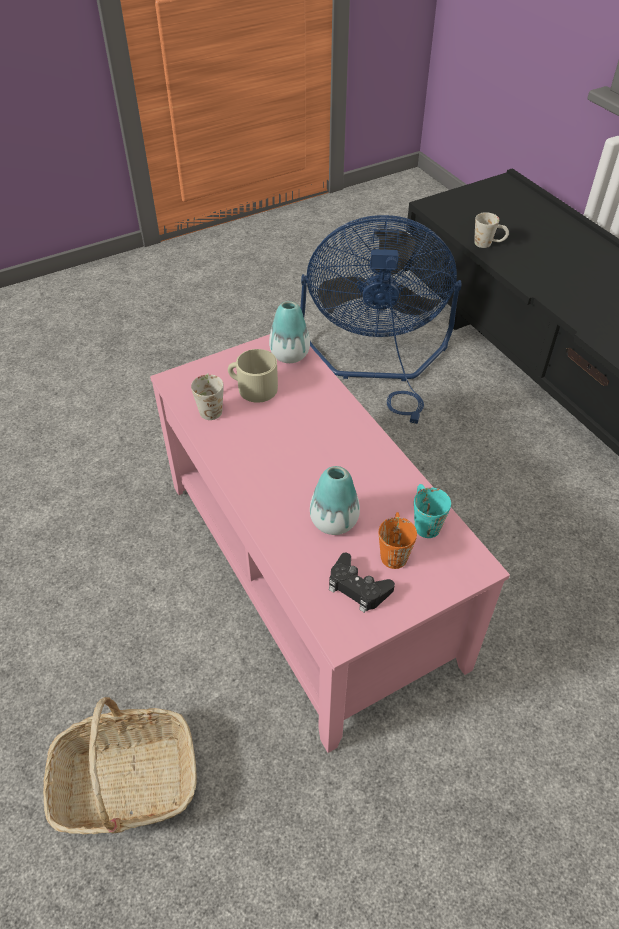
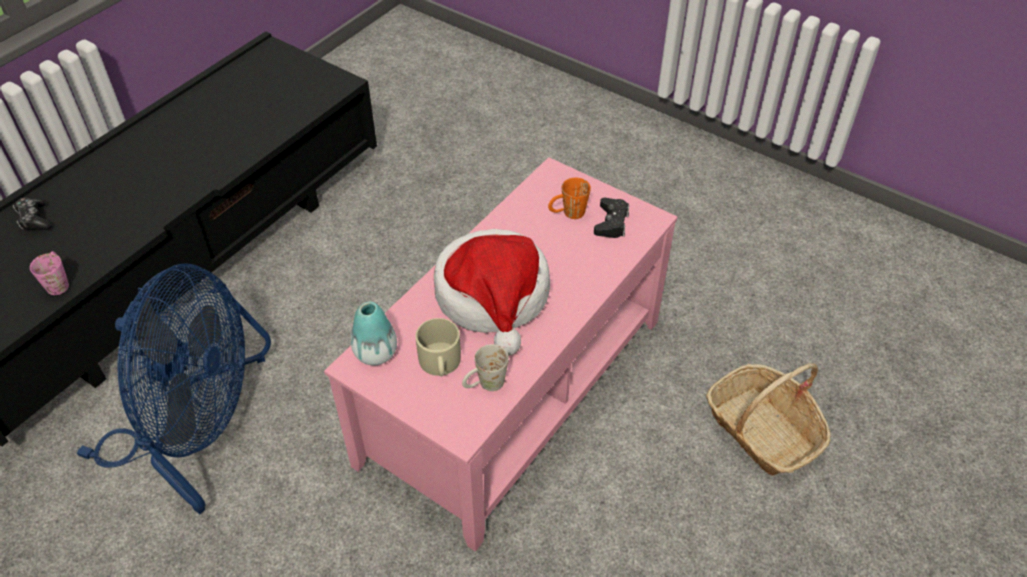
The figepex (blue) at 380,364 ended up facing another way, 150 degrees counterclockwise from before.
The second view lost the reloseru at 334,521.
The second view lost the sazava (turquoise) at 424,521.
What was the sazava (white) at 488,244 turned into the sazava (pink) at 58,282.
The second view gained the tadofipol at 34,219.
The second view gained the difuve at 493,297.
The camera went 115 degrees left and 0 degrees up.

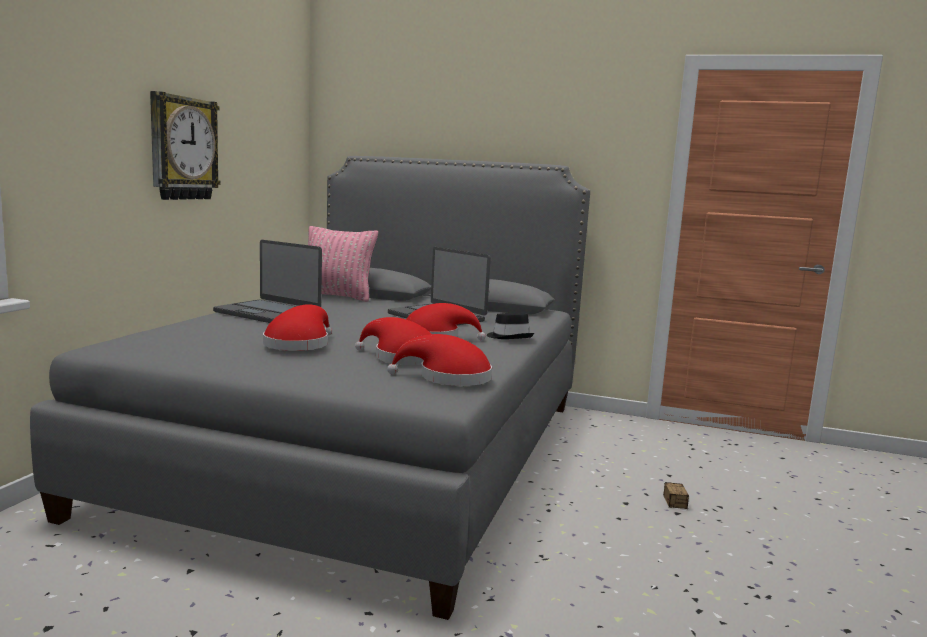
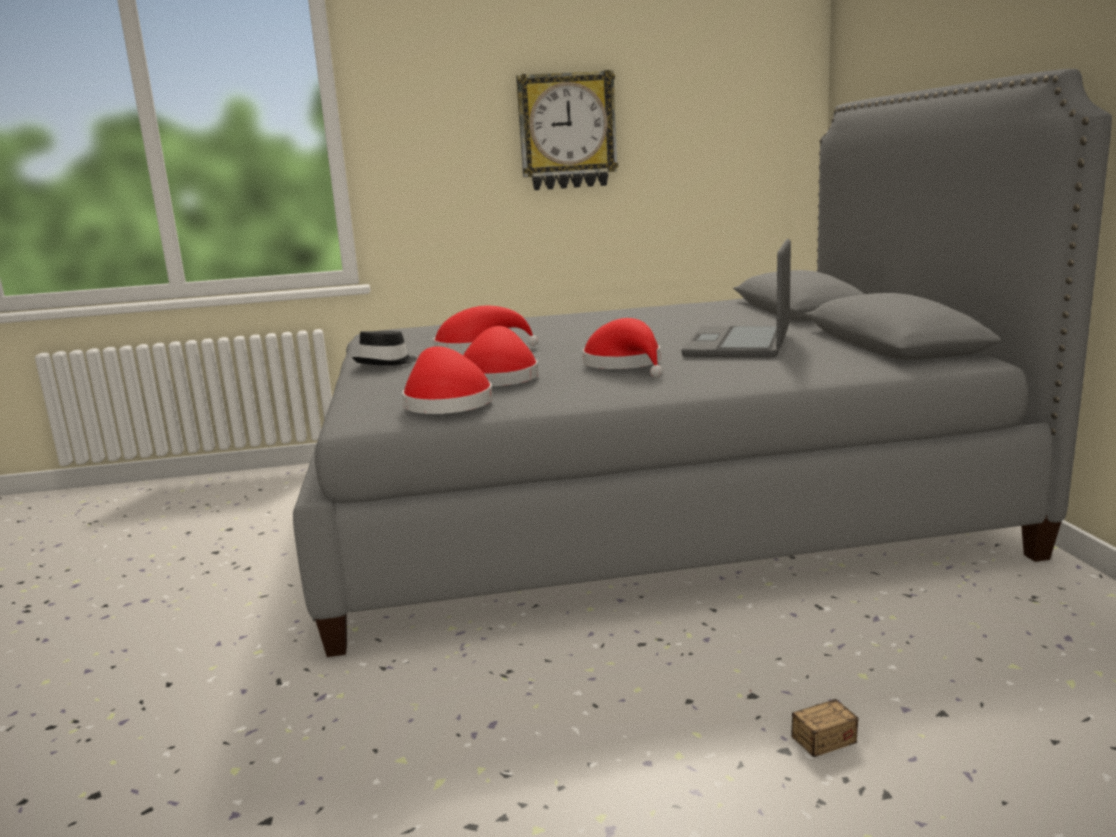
The second view lost the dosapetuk at 268,313.
The second view lost the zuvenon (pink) at 337,297.
The difuve (black) ended up elsewhere, having gone from 509,337 to 387,362.
The camera went 65 degrees right and 5 degrees up.

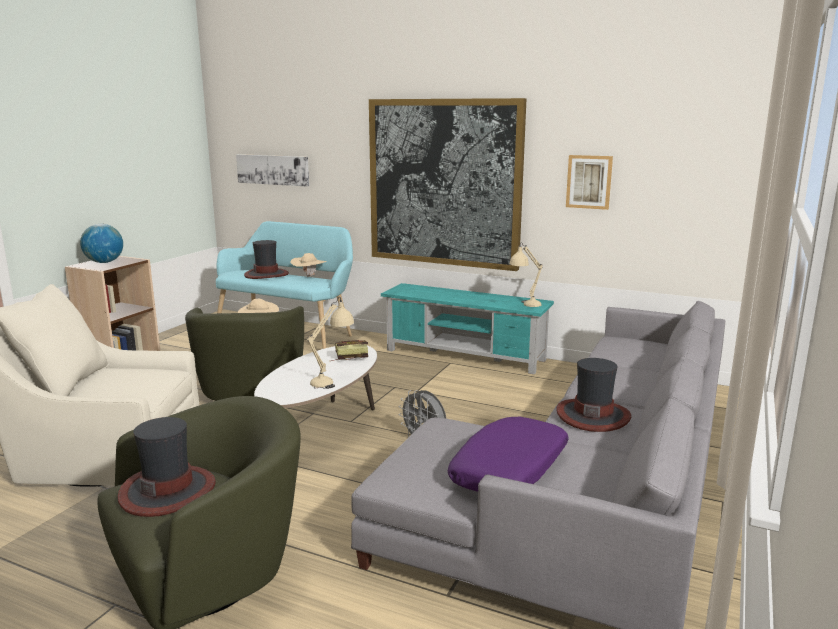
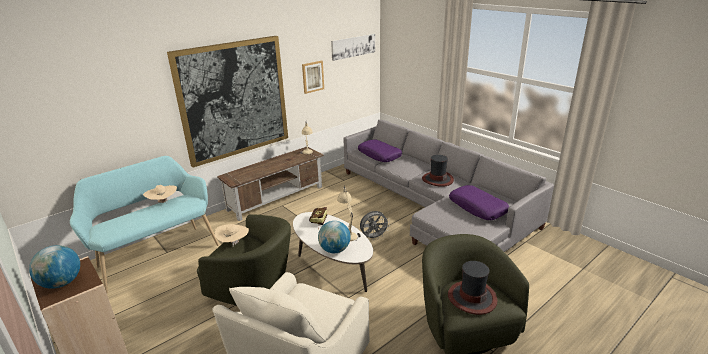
The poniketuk ended up elsewhere, having gone from 273,169 to 353,46.
The second view lost the difuve at 266,274.
What was the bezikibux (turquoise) at 464,355 turned into the bezikibux (brown) at 276,198.
The second view gained the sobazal at 334,250.
The second view gained the zuvenon (purple) at 379,155.
The camera went 65 degrees left and 10 degrees up.

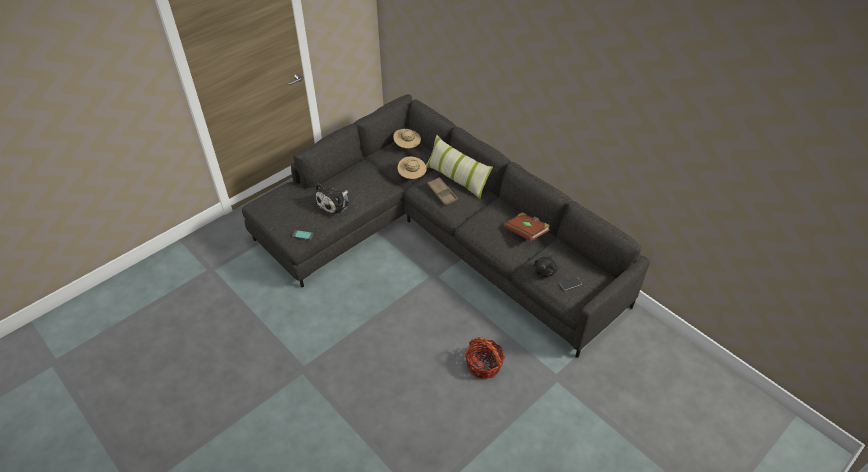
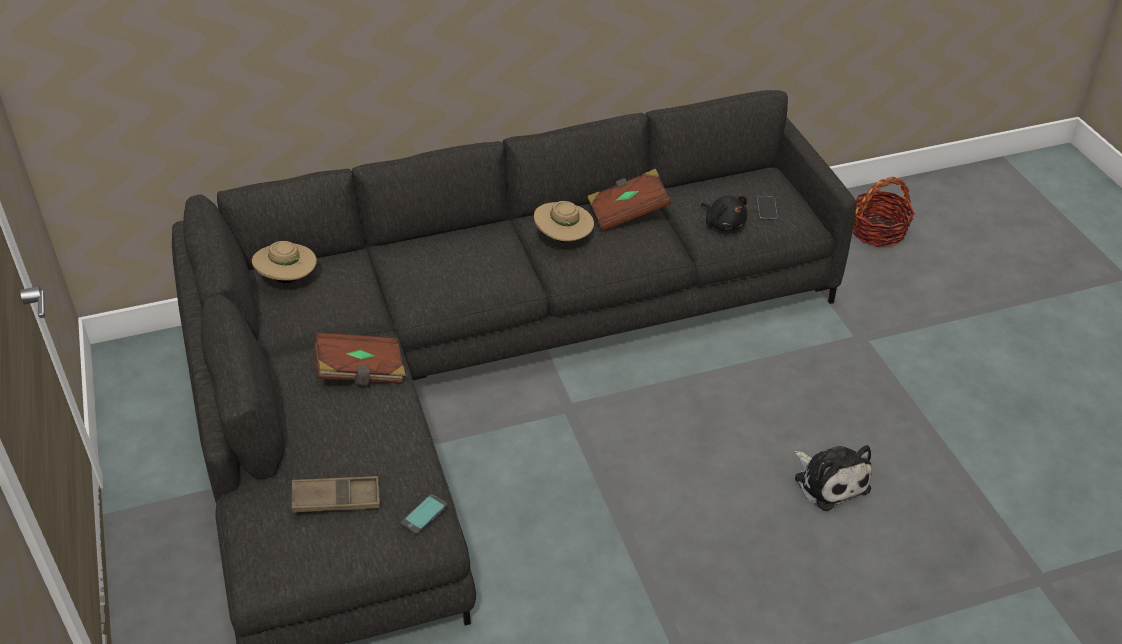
The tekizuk ended up elsewhere, having gone from 334,203 to 829,481.
The difuve (beige) ended up elsewhere, having gone from 412,176 to 564,239.
The second view lost the zuvenon at 457,178.
The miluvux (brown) ended up elsewhere, having gone from 442,193 to 336,499.
The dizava ended up elsewhere, having gone from 484,365 to 878,231.
The second view gained the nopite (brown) at 361,372.
The camera went 65 degrees left and 5 degrees down.

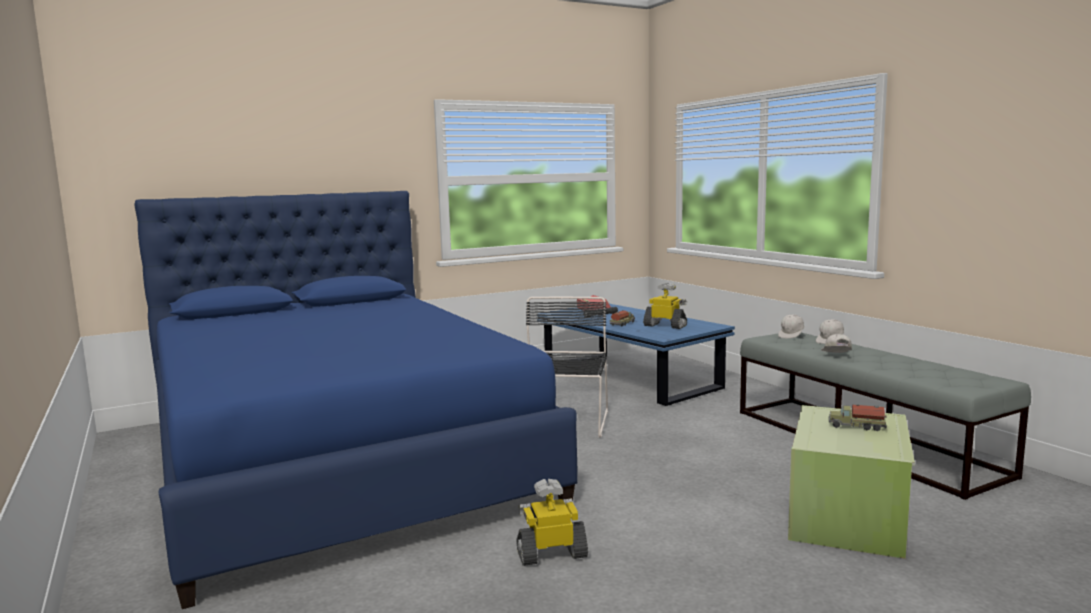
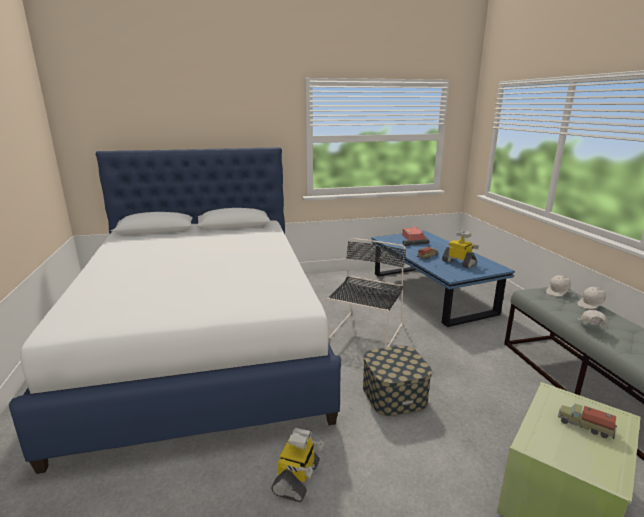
What was the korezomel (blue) at 337,458 turned into the korezomel (white) at 203,340.
The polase at 551,553 ended up facing another way, 105 degrees clockwise from before.
The second view gained the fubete at 394,394.
The camera went 15 degrees right and 10 degrees up.

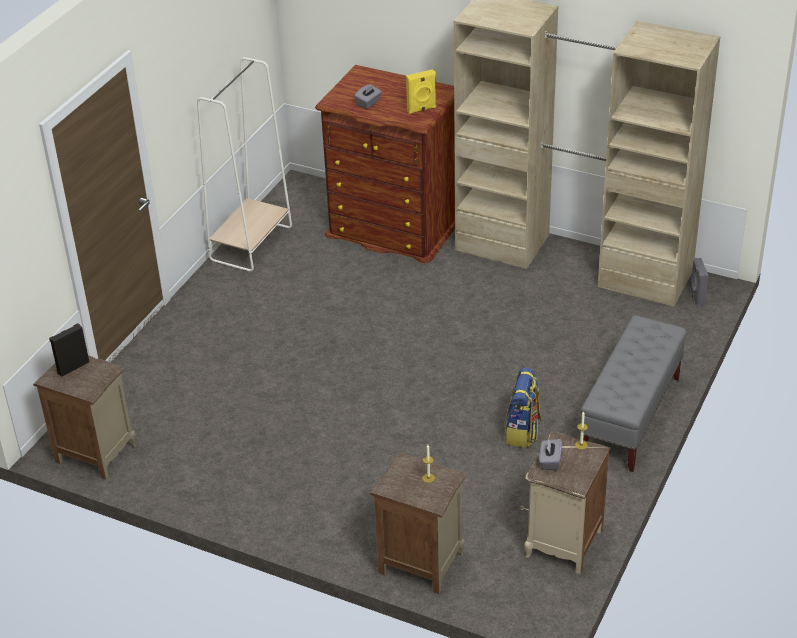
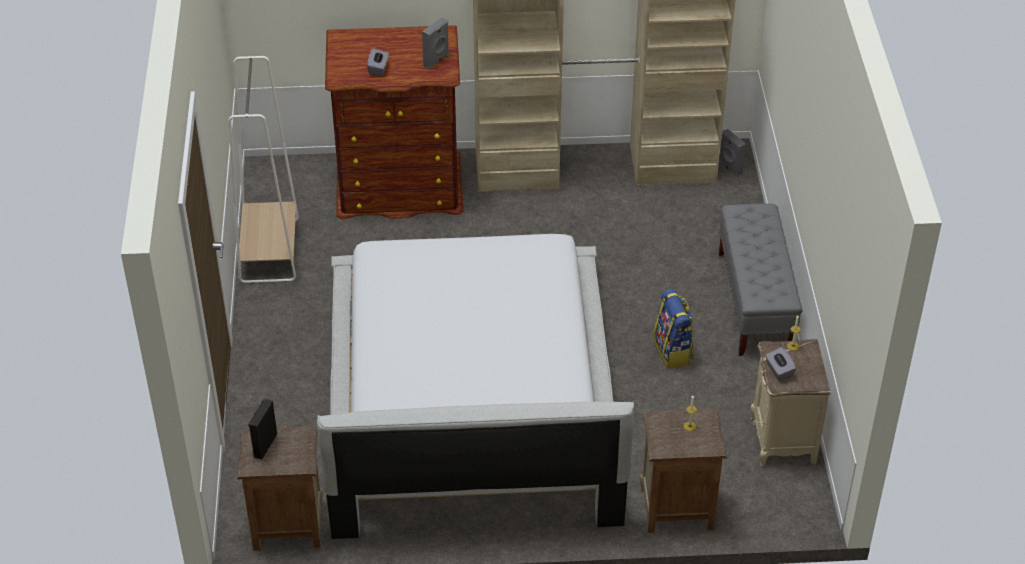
What was the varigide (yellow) at 422,109 turned into the varigide (grey) at 437,60.
The second view gained the korezomel (white) at 471,397.
The camera went 30 degrees left and 5 degrees up.

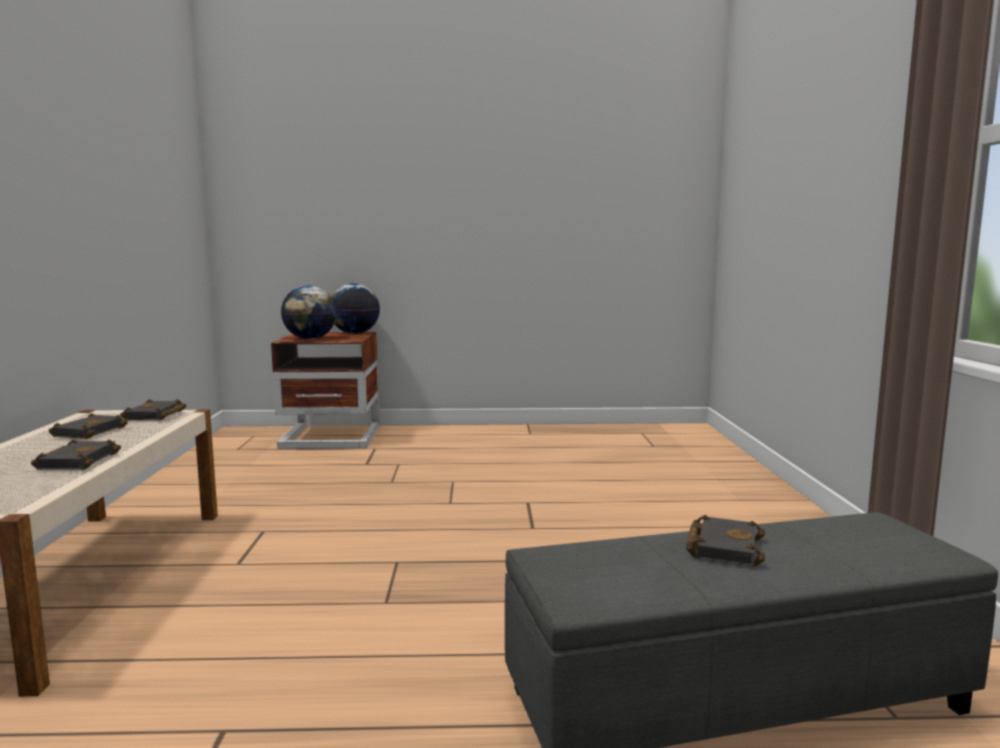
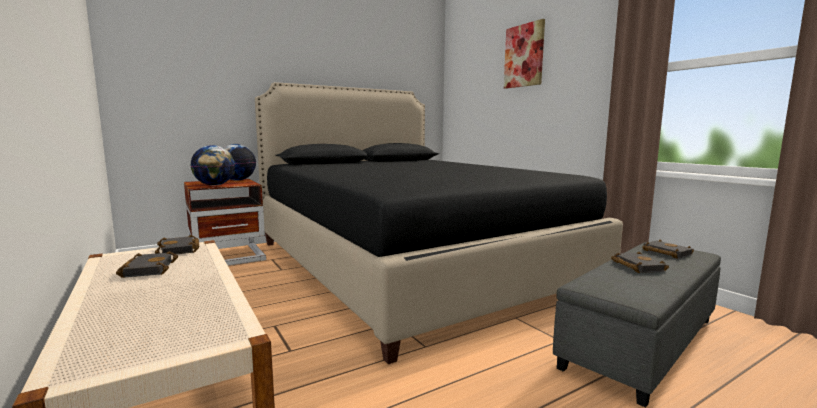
The nopite (black) ended up elsewhere, having gone from 76,461 to 665,252.
The second view gained the korezomel (black) at 409,264.
The second view gained the poniketuk at 524,55.
The camera went 30 degrees left and 0 degrees up.

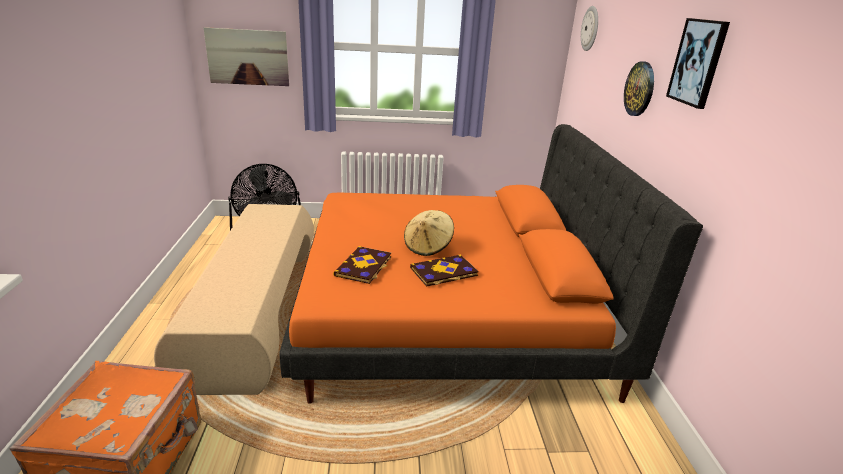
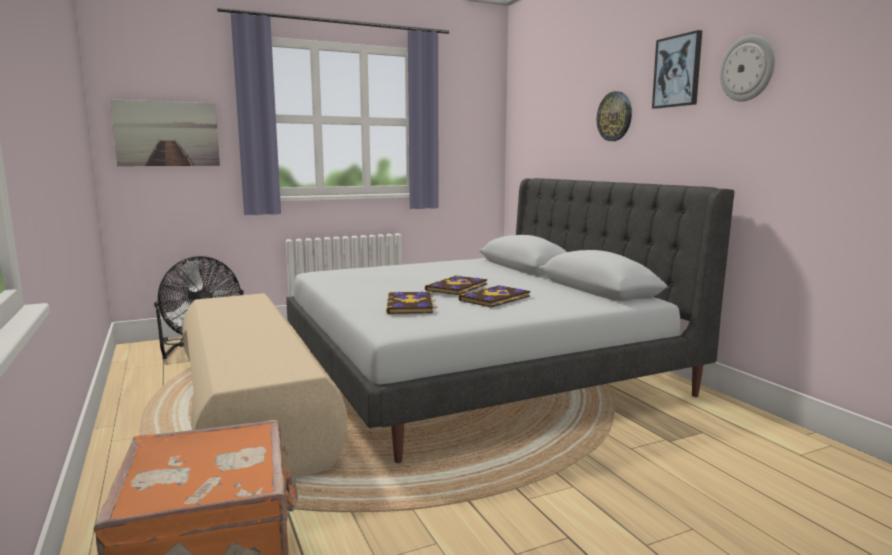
What was the korezomel (orange) at 450,309 turned into the korezomel (grey) at 478,368.
Where the difuve (beige) stood at 428,246, the nopite came to stand at 458,287.
The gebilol ended up elsewhere, having gone from 590,28 to 747,69.
The camera went 20 degrees left and 15 degrees down.

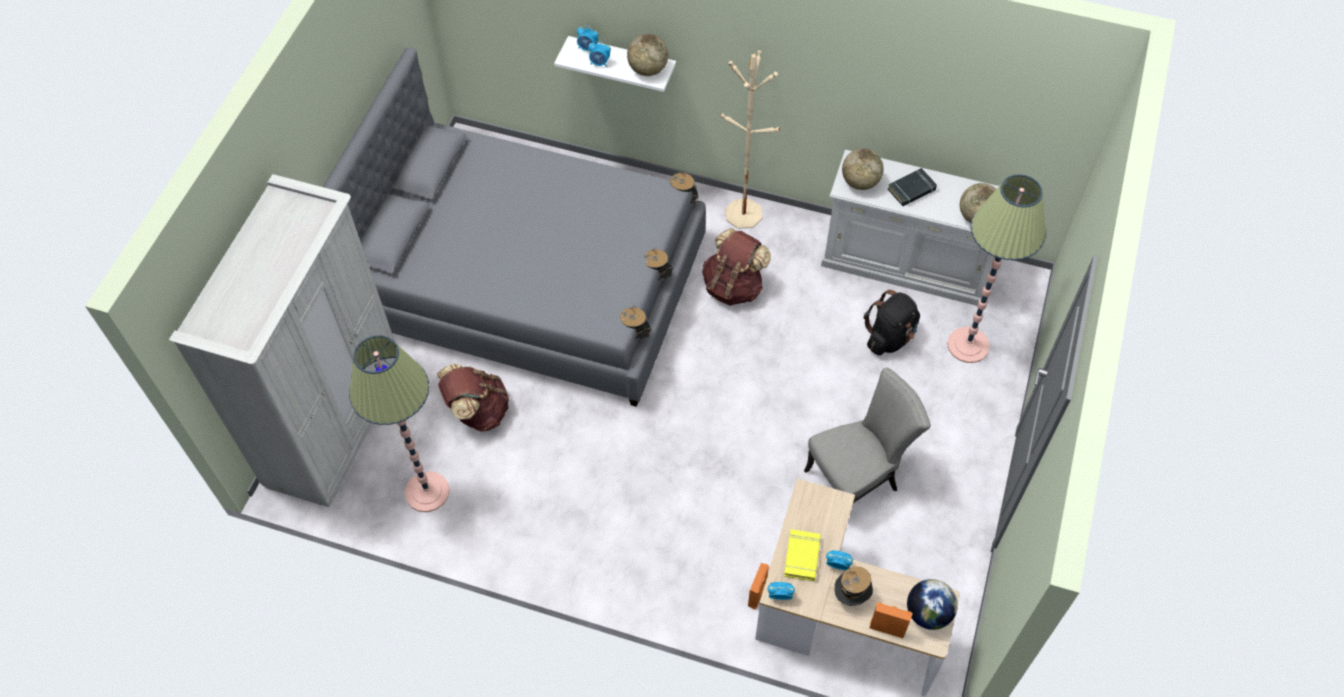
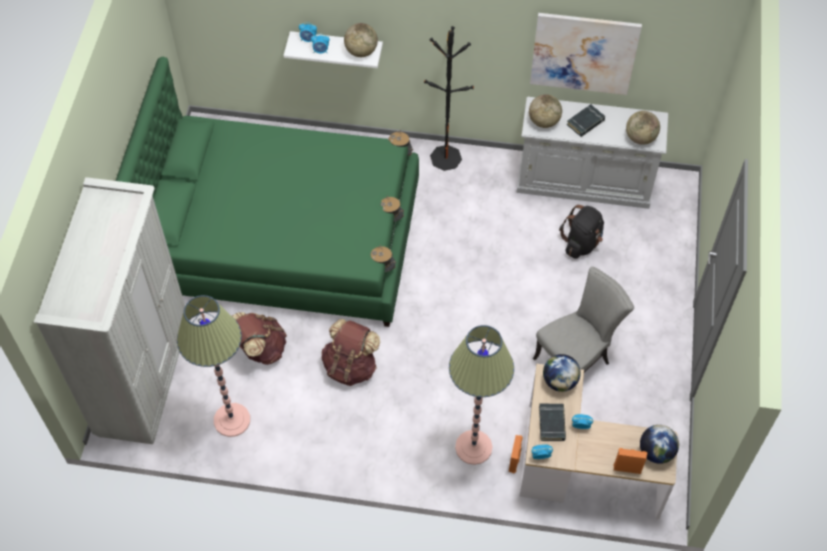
What was the korezomel (grey) at 529,281 turned into the korezomel (green) at 280,237.
The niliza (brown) ended up elsewhere, having gone from 733,286 to 350,366.
What was the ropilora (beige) at 743,213 turned into the ropilora (black) at 446,157.
What was the nopite (yellow) at 802,557 turned into the nopite (black) at 552,423.
The second view lost the difuve at 851,596.
The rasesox ended up elsewhere, having gone from 968,345 to 473,447.
The second view gained the poniketuk at 584,53.
The second view gained the sobazal at 559,381.
The camera went 10 degrees left and 0 degrees up.

